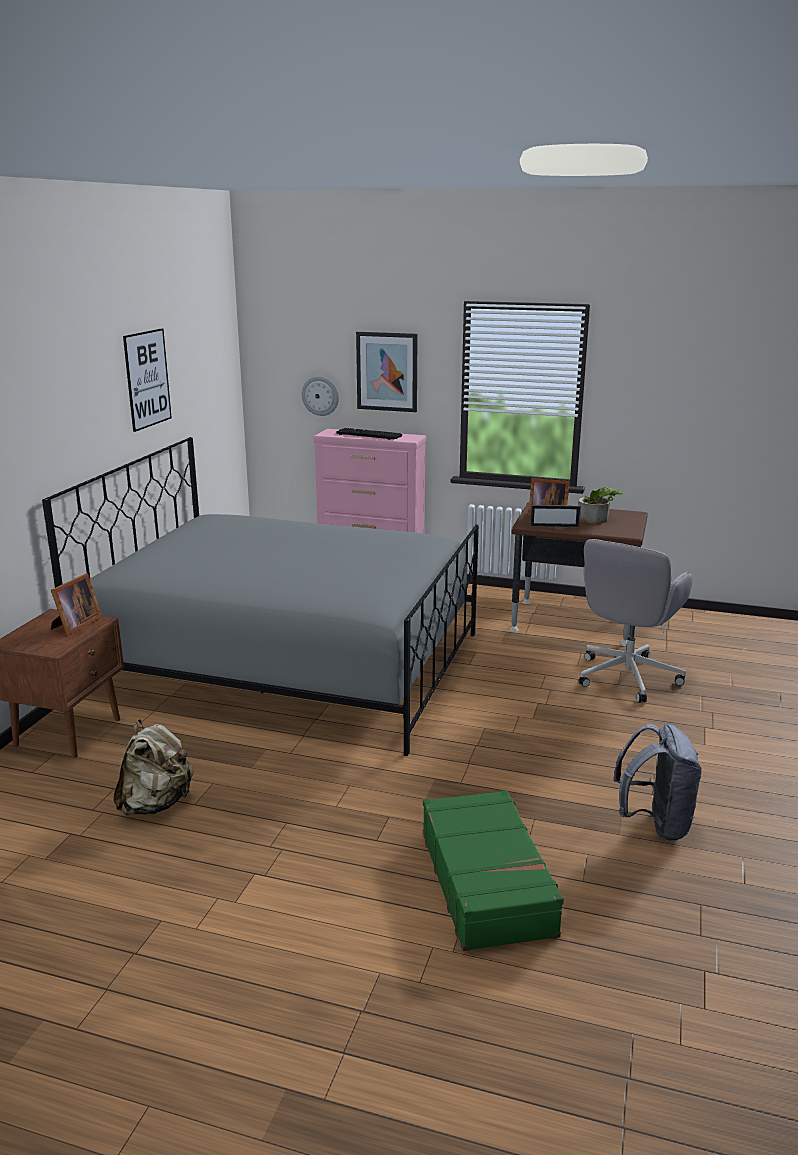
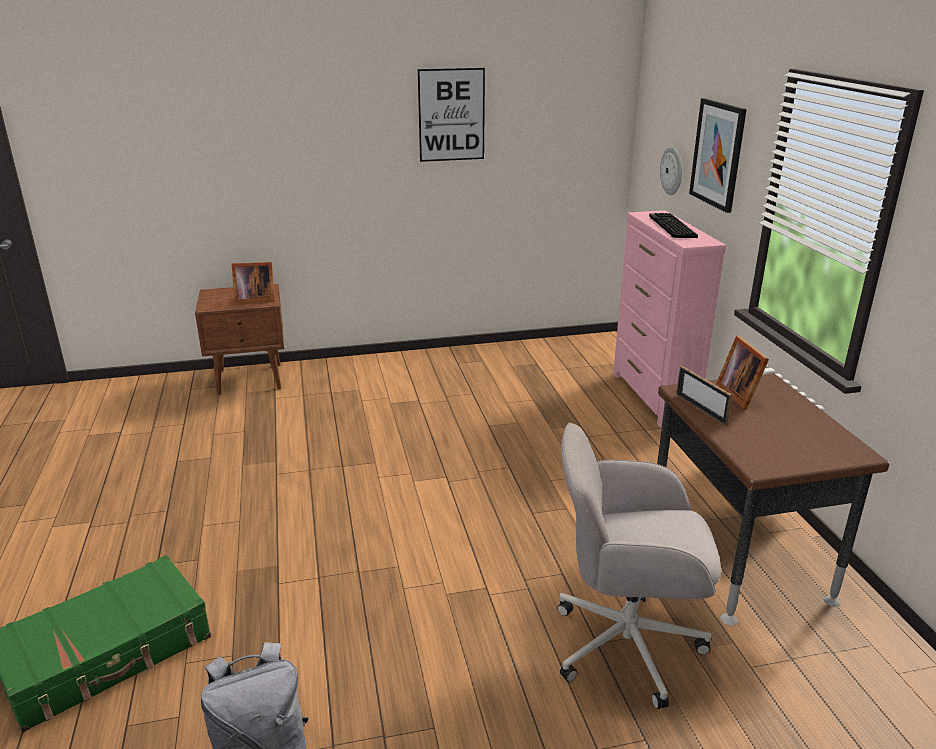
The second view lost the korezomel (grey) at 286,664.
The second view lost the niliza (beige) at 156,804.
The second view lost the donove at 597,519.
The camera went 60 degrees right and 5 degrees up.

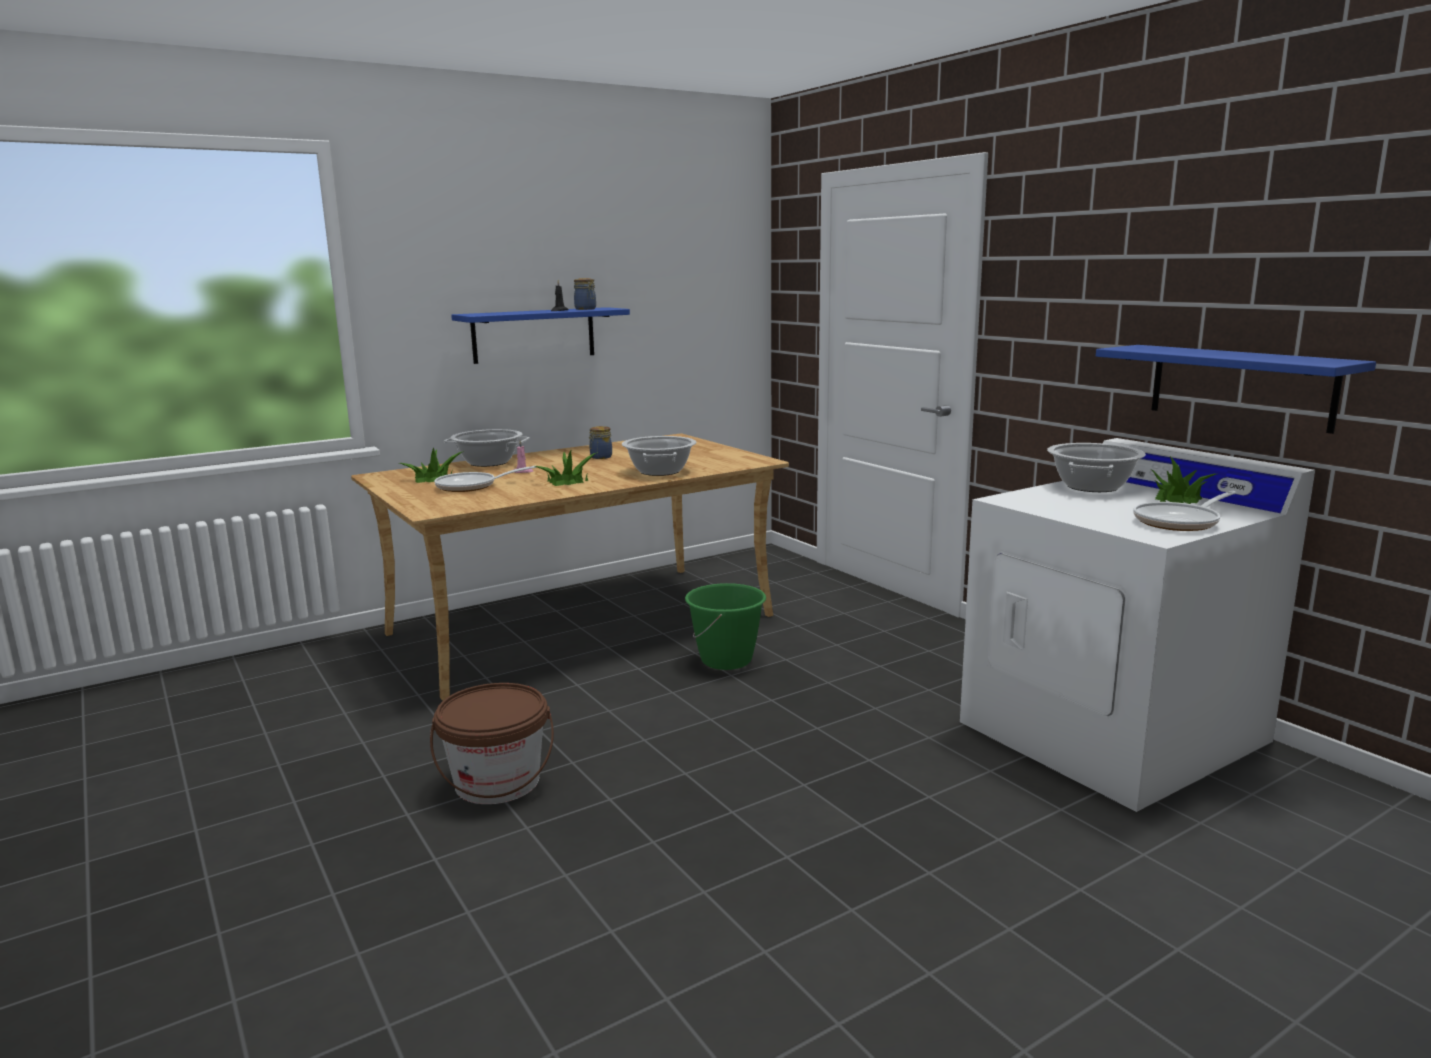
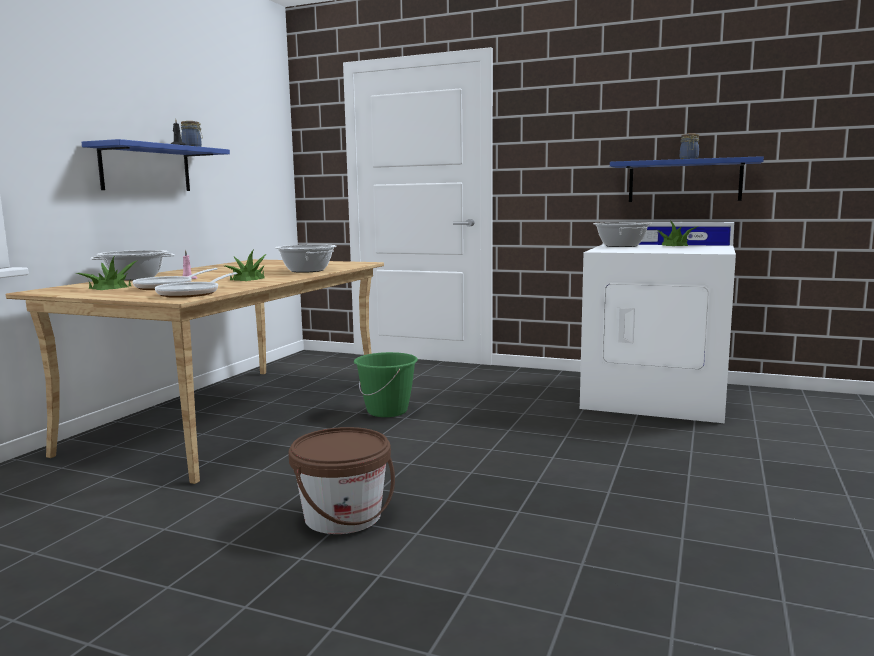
The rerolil ended up elsewhere, having gone from 600,457 to 689,159.
The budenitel ended up elsewhere, having gone from 1180,522 to 192,293.
The camera went 35 degrees left and 5 degrees down.

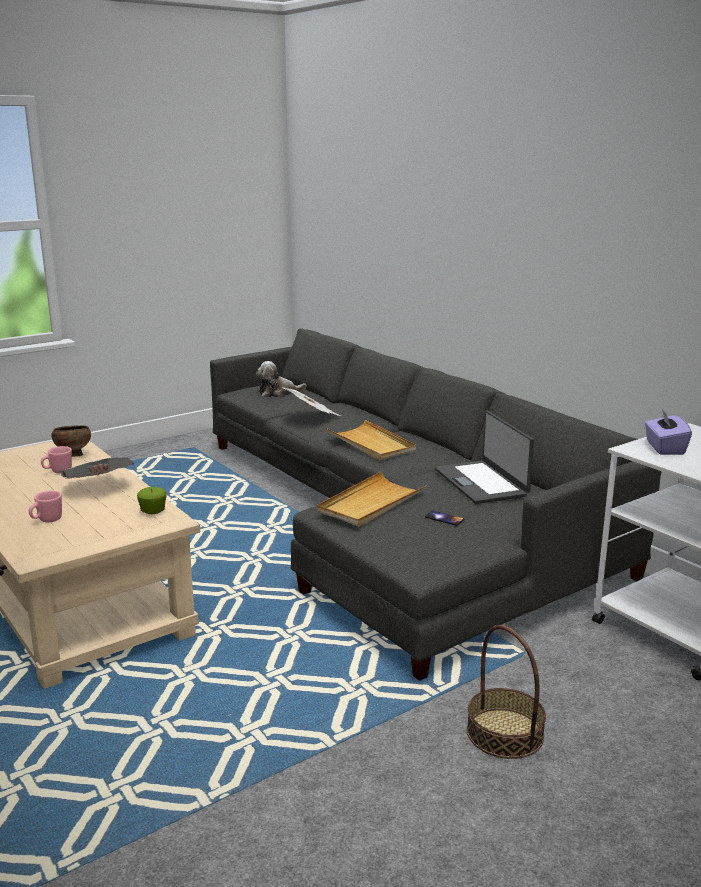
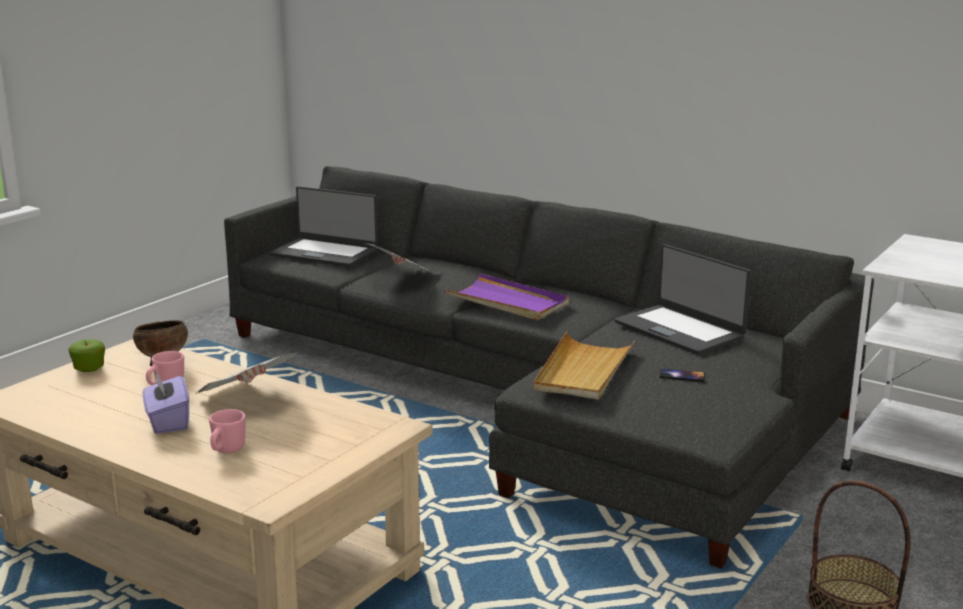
The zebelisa ended up elsewhere, having gone from 153,511 to 89,369.
Where the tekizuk stood at 278,393, the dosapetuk came to stand at 325,253.
What was the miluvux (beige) at 371,444 turned into the miluvux (purple) at 507,302.
The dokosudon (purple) ended up elsewhere, having gone from 664,448 to 168,422.
The camera went 20 degrees left and 0 degrees up.

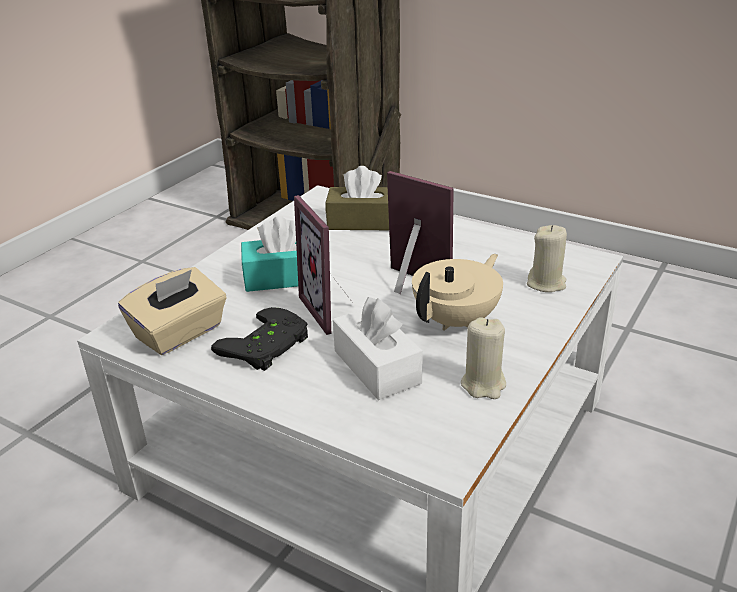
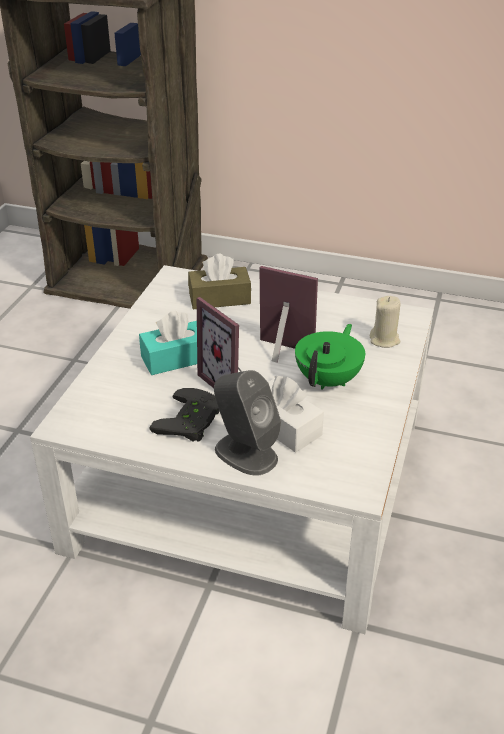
The second view lost the dokosudon (beige) at 180,333.
What was the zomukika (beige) at 457,320 turned into the zomukika (green) at 329,380.
The second view lost the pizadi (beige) at 483,384.
The second view gained the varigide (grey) at 245,453.
The camera went 15 degrees left and 5 degrees up.

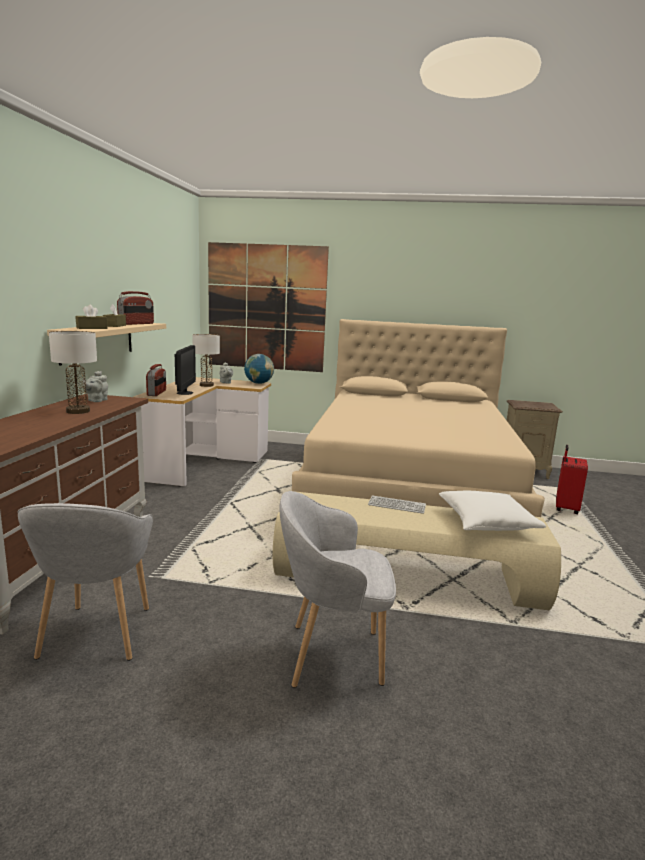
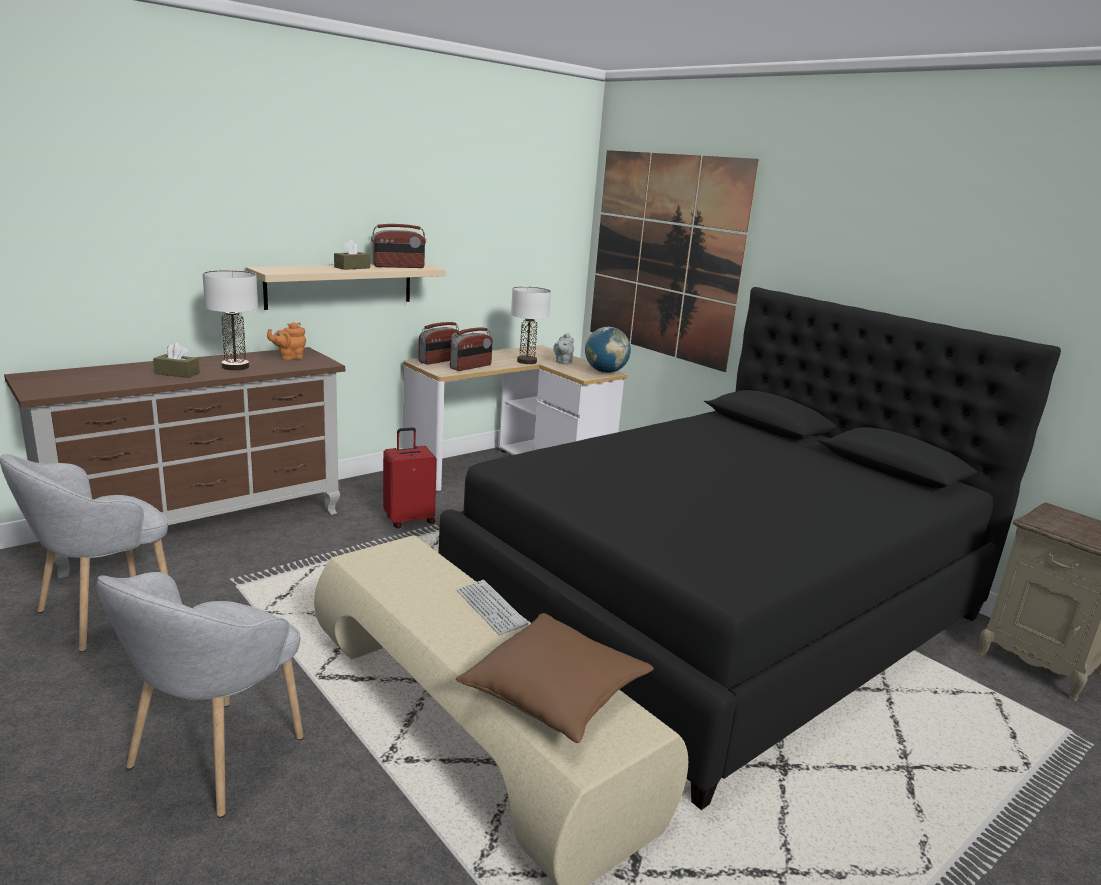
The dokosudon (brown) ended up elsewhere, having gone from 92,328 to 177,373.
What was the zomukika (grey) at 96,400 turned into the zomukika (orange) at 289,357.
Where the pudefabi stood at 185,393, the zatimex came to stand at 471,367.
The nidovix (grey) at 331,655 ended up facing another way, 105 degrees counterclockwise from before.
What was the korezomel (beige) at 409,491 turned into the korezomel (black) at 717,608.
What was the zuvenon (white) at 487,523 turned into the zuvenon (brown) at 555,694.
The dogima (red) ended up elsewhere, having gone from 565,508 to 409,520.
The camera went 40 degrees right and 5 degrees up.

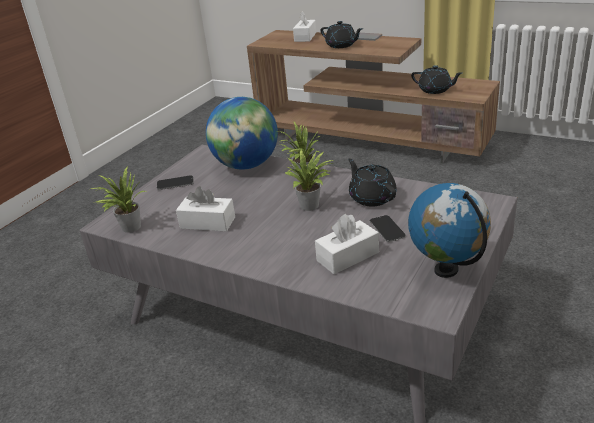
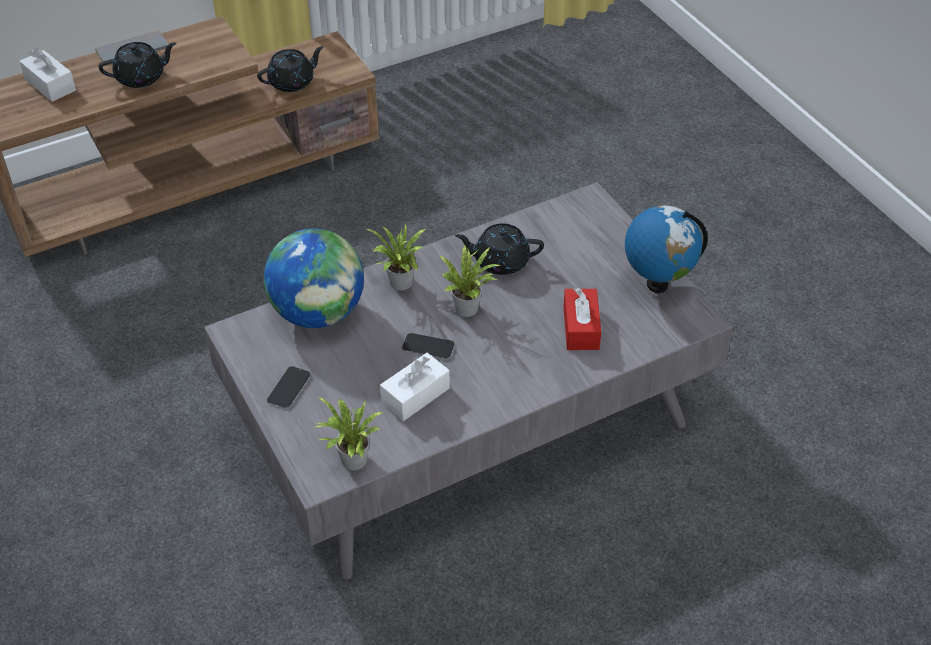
What was the dokosudon (white) at 347,256 turned into the dokosudon (red) at 581,328.
The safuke ended up elsewhere, having gone from 387,229 to 428,347.
The camera went 60 degrees left and 15 degrees up.

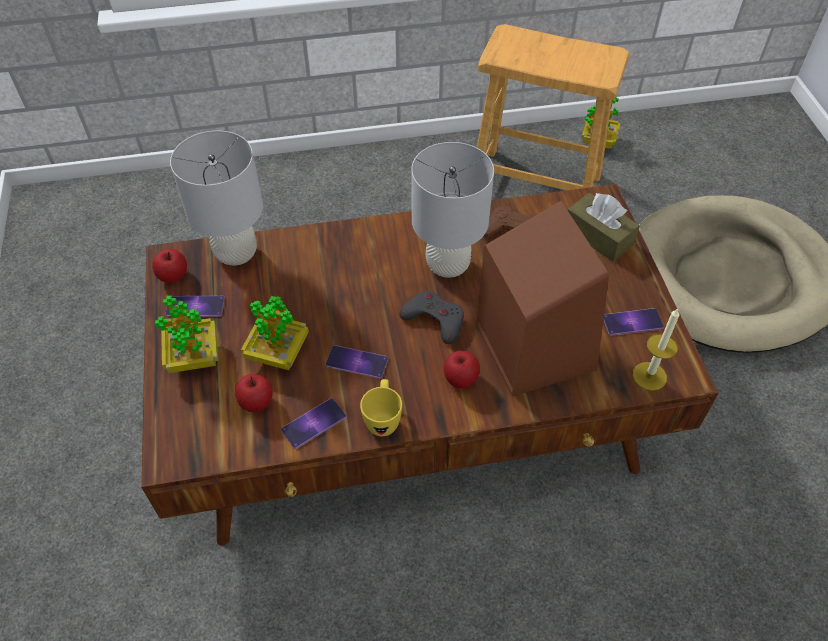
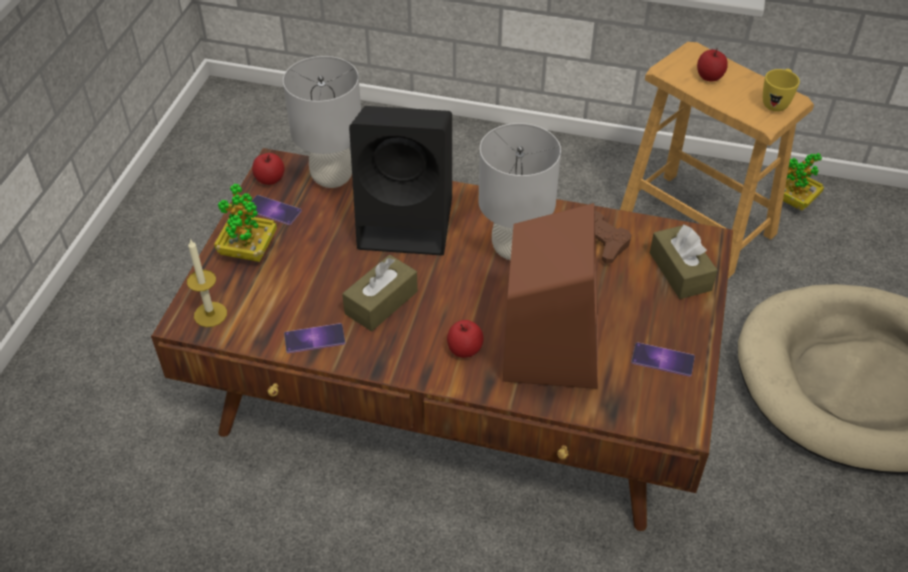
The zebelisa ended up elsewhere, having gone from 256,402 to 709,76.
The second view lost the donove at 278,353.
Where the safuke stood at 357,362, the dokosudon (brown) came to stand at 381,302.
The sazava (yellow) ended up elsewhere, having gone from 383,418 to 776,102.
The second view lost the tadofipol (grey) at 434,319.
The pizadi ended up elsewhere, having gone from 649,376 to 210,314.
The second view gained the varigide (black) at 409,222.
The camera went 25 degrees right and 5 degrees down.

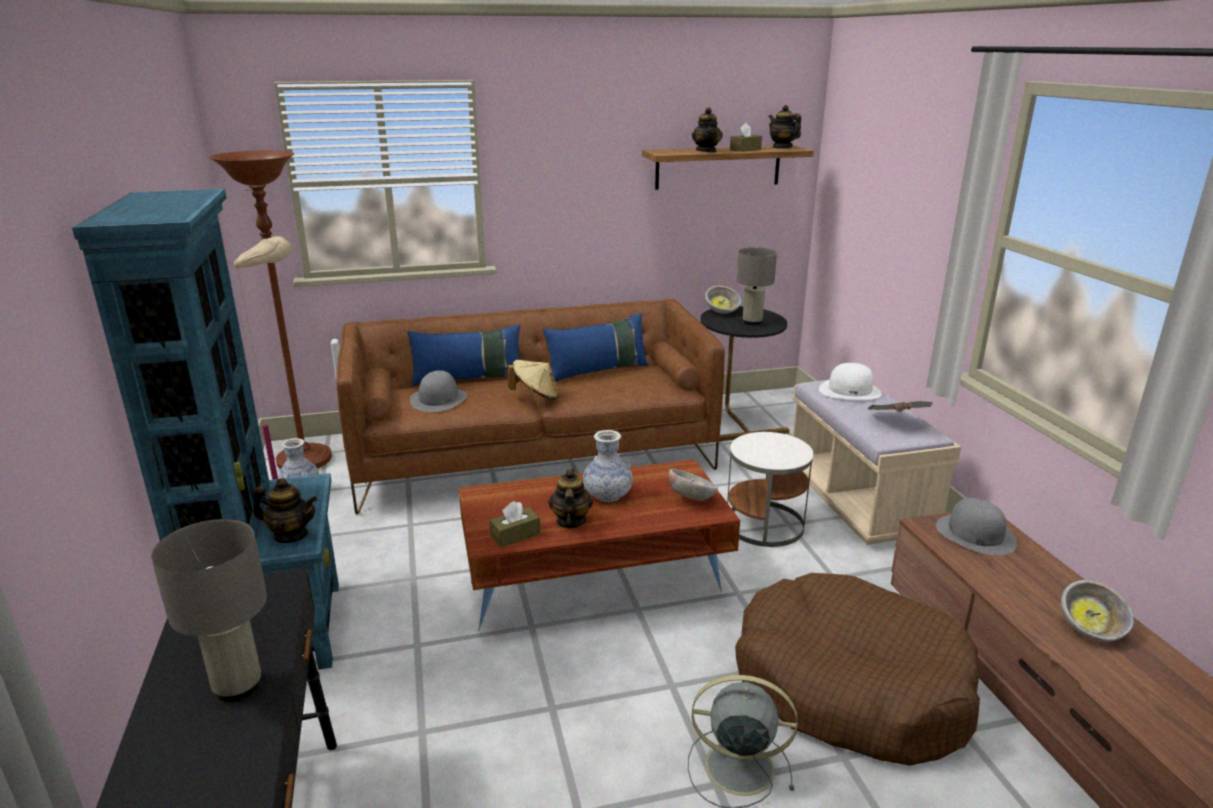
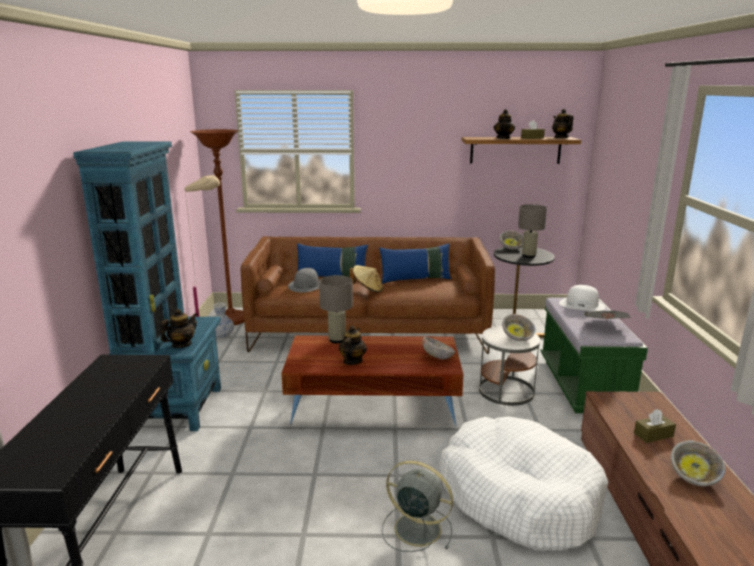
The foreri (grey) ended up elsewhere, having gone from 239,685 to 337,340.
The zomukika at 291,535 ended up facing another way, 75 degrees counterclockwise from before.
The dokosudon (brown) ended up elsewhere, having gone from 515,535 to 653,435.
The second view lost the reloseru at 607,495.
What was the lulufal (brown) at 850,686 turned into the lulufal (white) at 518,496.
What was the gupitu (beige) at 858,501 turned into the gupitu (green) at 583,385.
The second view lost the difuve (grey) at 975,534.
The second view gained the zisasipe at 518,338.
The camera went 15 degrees right and 5 degrees down.

